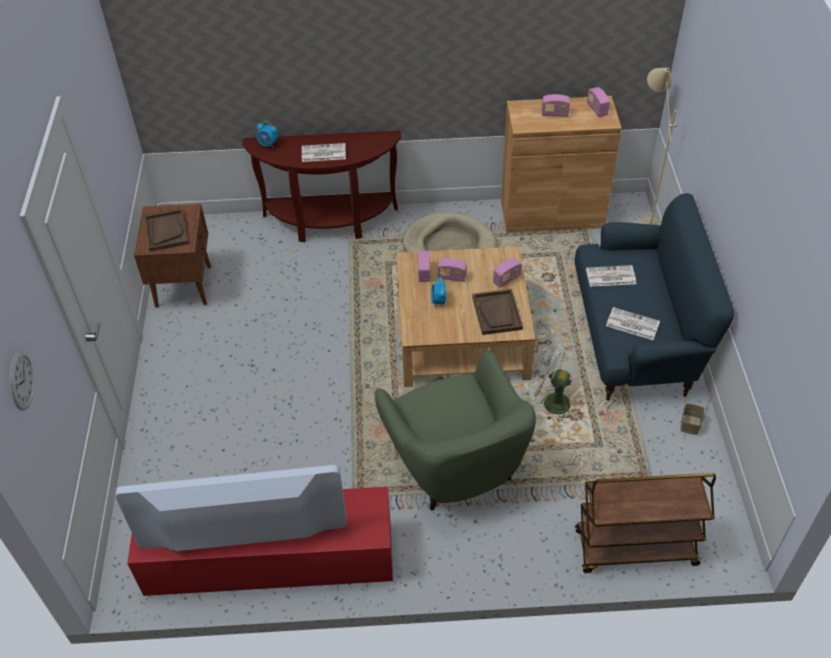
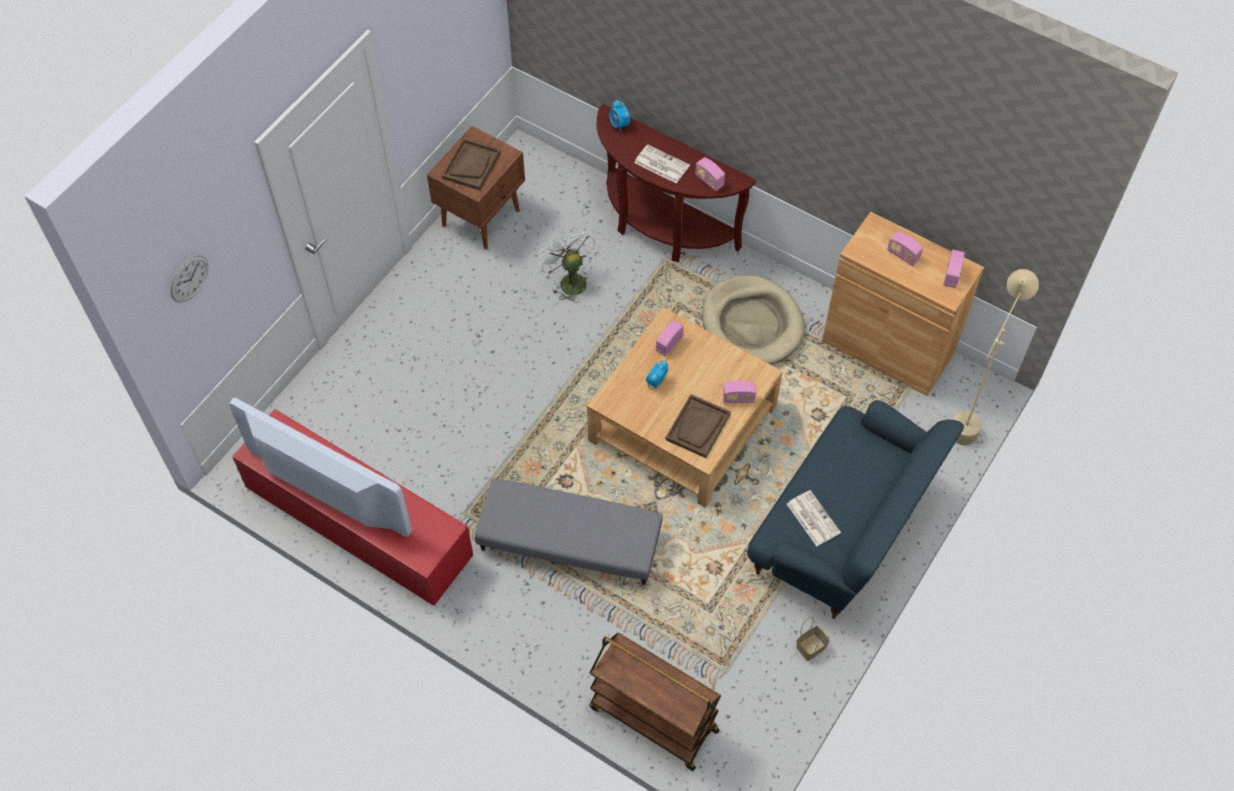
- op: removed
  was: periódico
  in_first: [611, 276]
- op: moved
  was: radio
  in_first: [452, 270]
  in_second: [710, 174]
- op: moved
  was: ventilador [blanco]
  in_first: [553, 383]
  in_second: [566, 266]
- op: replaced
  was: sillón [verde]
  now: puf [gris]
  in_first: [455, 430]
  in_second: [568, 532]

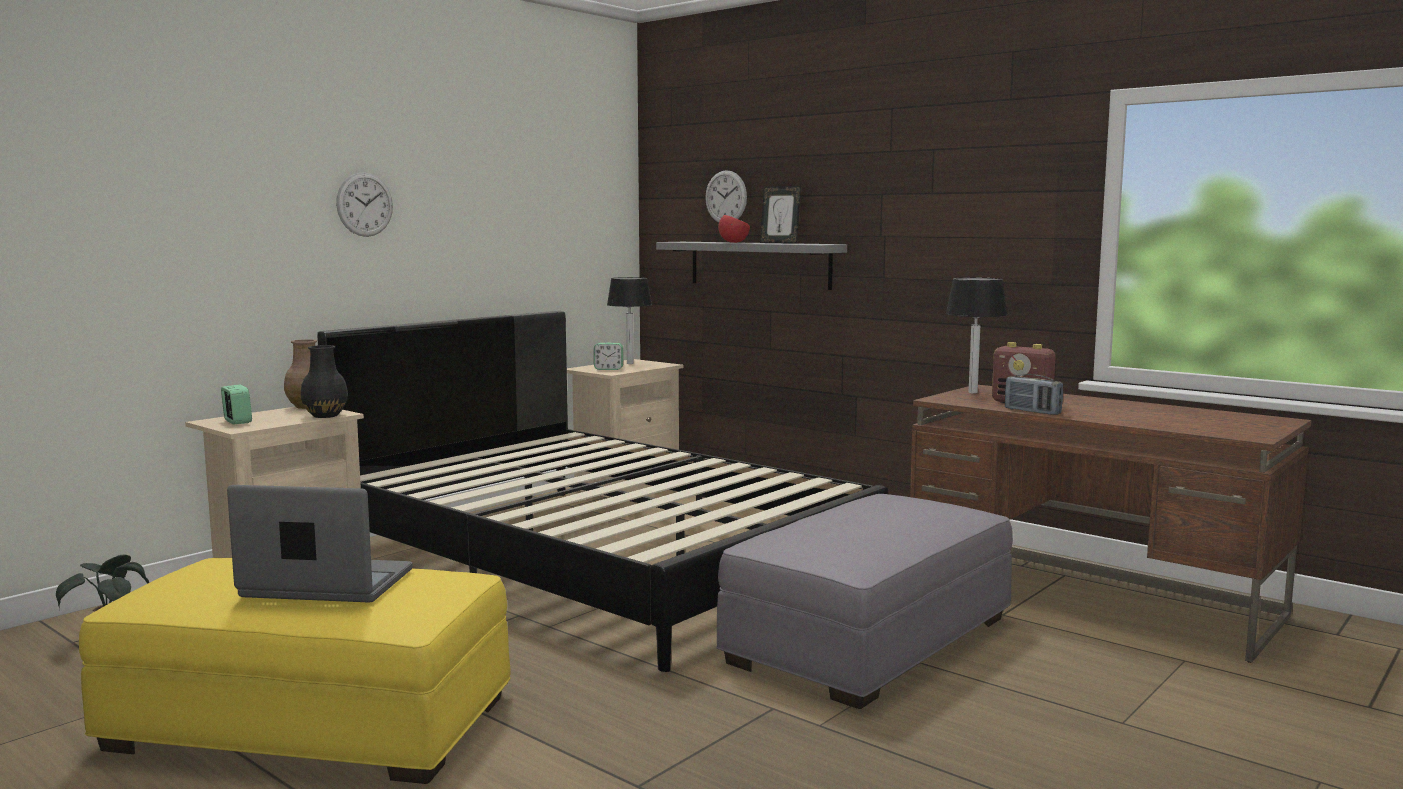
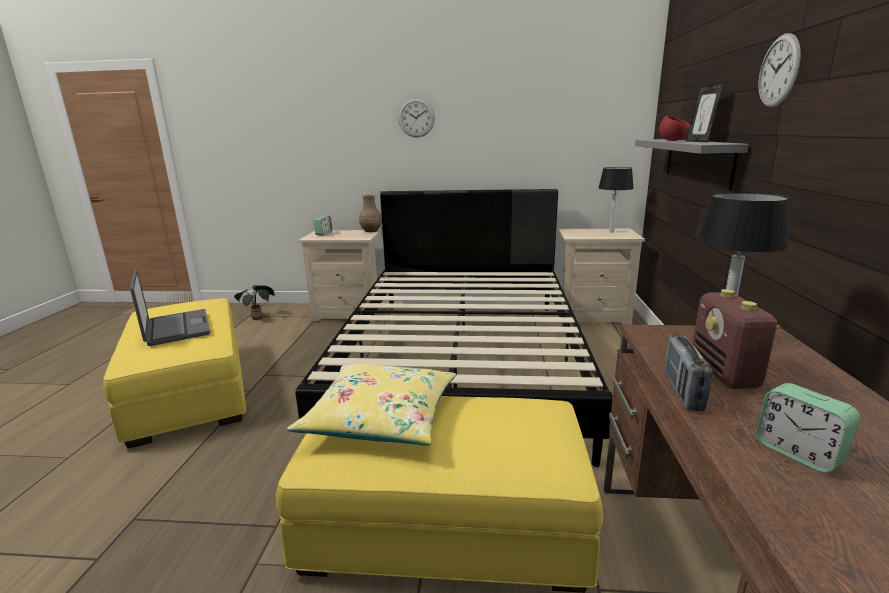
- op: removed
  was: florero [negro]
  in_first: [324, 381]
- op: added
  now: cojín [amarillo]
  in_second: [371, 405]
- op: moved
  was: despertador
  in_first: [608, 356]
  in_second: [808, 428]
- op: moved
  was: reloj de pared
  in_first: [726, 196]
  in_second: [779, 70]
- op: recoloured
  was: puf [gris]
  now: puf [amarillo]
  in_first: [864, 601]
  in_second: [439, 494]

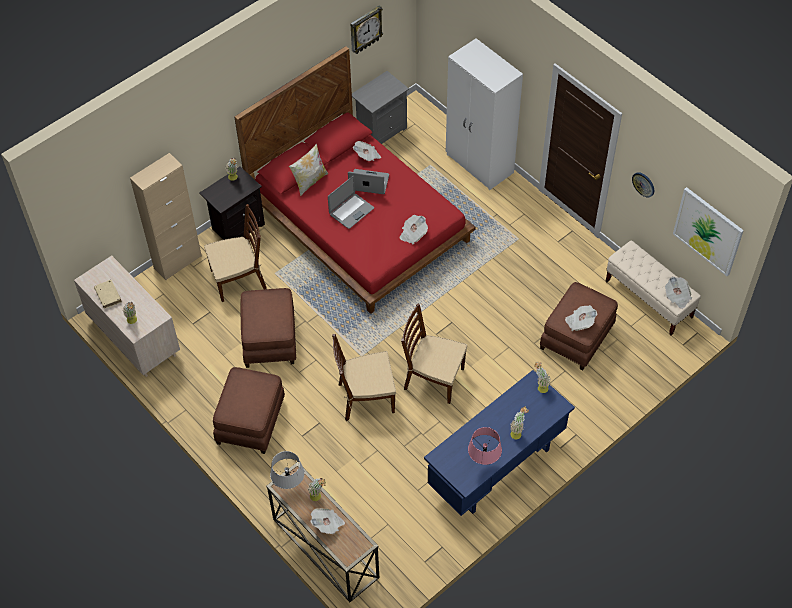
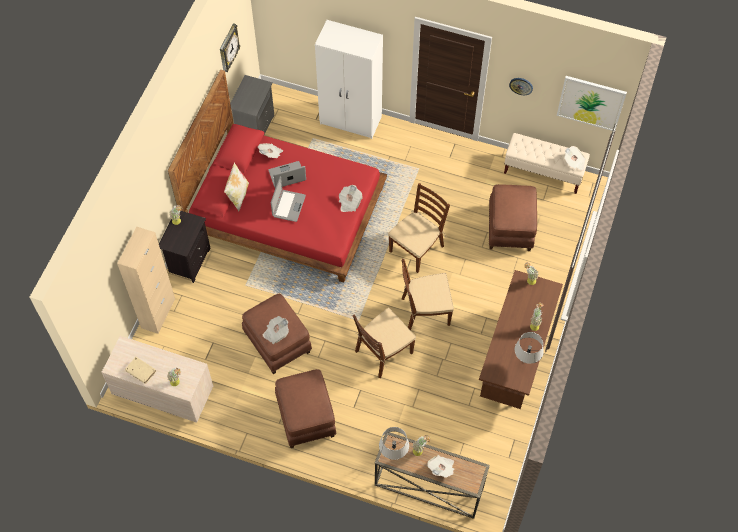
- op: moved
  was: silla [marrón]
  in_first: [235, 253]
  in_second: [419, 228]
- op: moved
  was: periódico
  in_first: [581, 318]
  in_second: [276, 330]
- op: recoloured
  was: escritorio [azul]
  now: escritorio [marrón]
  in_first: [499, 443]
  in_second: [521, 339]
- op: recoloured
  was: lámpara de mesa [rosa]
  now: lámpara de mesa [gris]
  in_first: [485, 446]
  in_second: [529, 348]

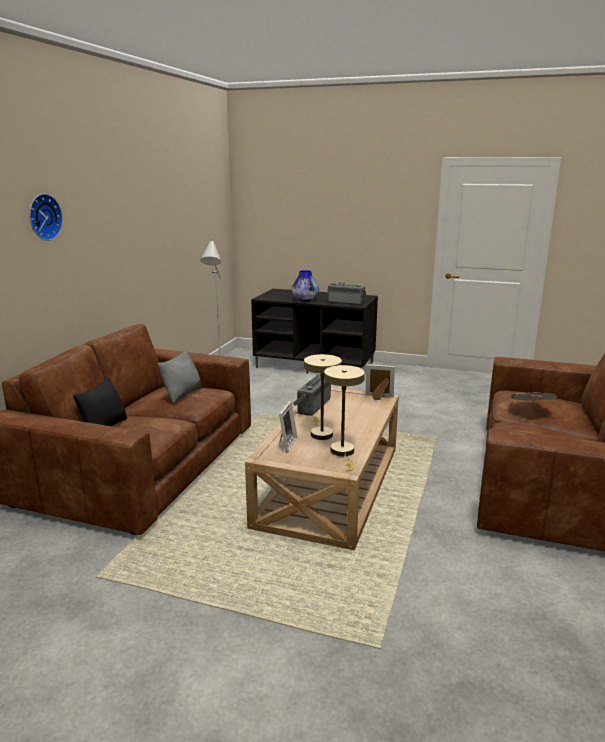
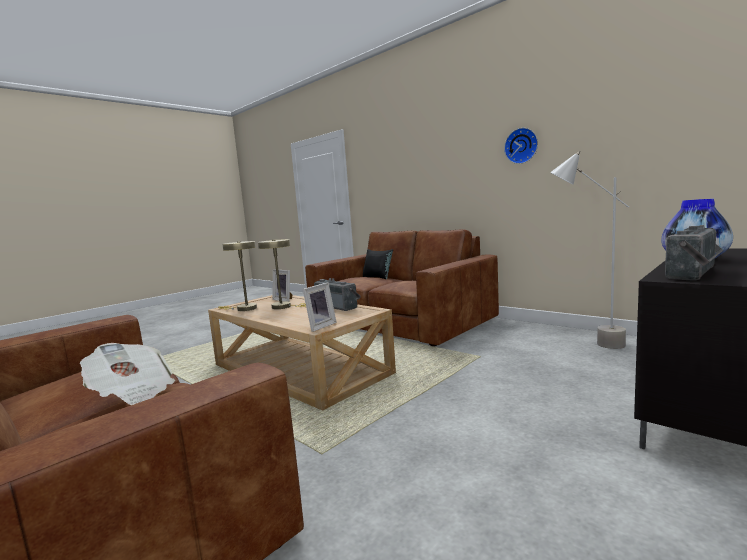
- op: removed
  was: cojín [gris]
  in_first: [179, 376]
- op: moved
  was: reloj de pared
  in_first: [46, 217]
  in_second: [521, 146]

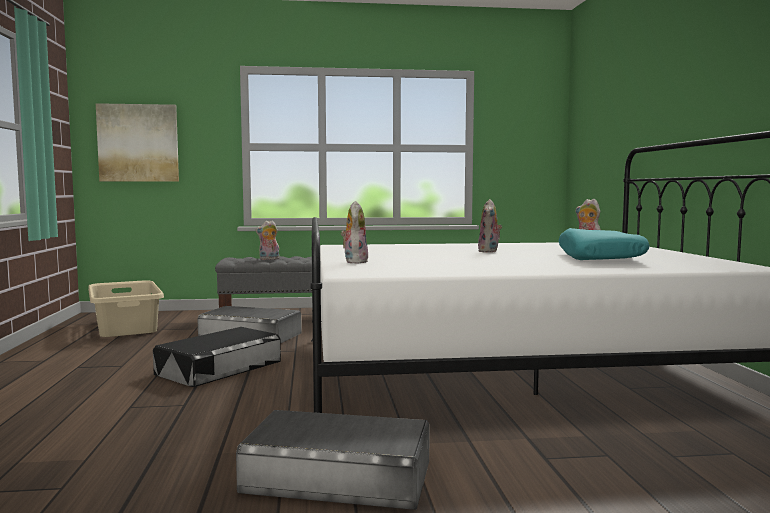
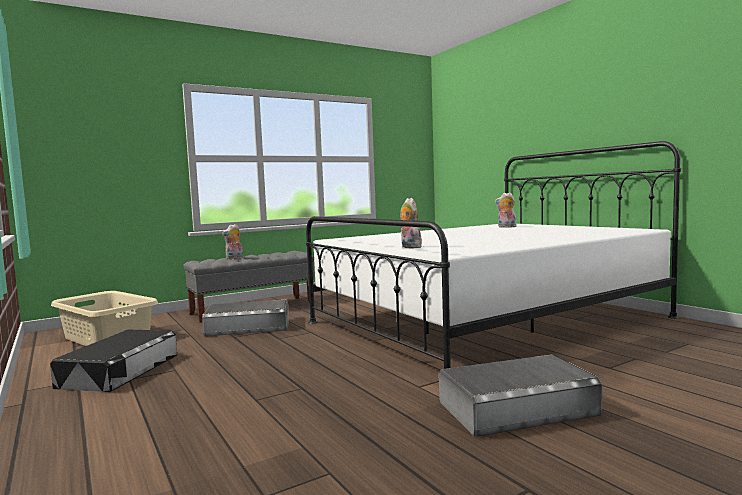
- op: removed
  was: cuadro
  in_first: [137, 142]
- op: removed
  was: peluche
  in_first: [490, 226]
- op: removed
  was: cojín [turquesa]
  in_first: [604, 244]
- op: moved
  was: caja de almacenaje [negro]
  in_first: [217, 357]
  in_second: [113, 361]

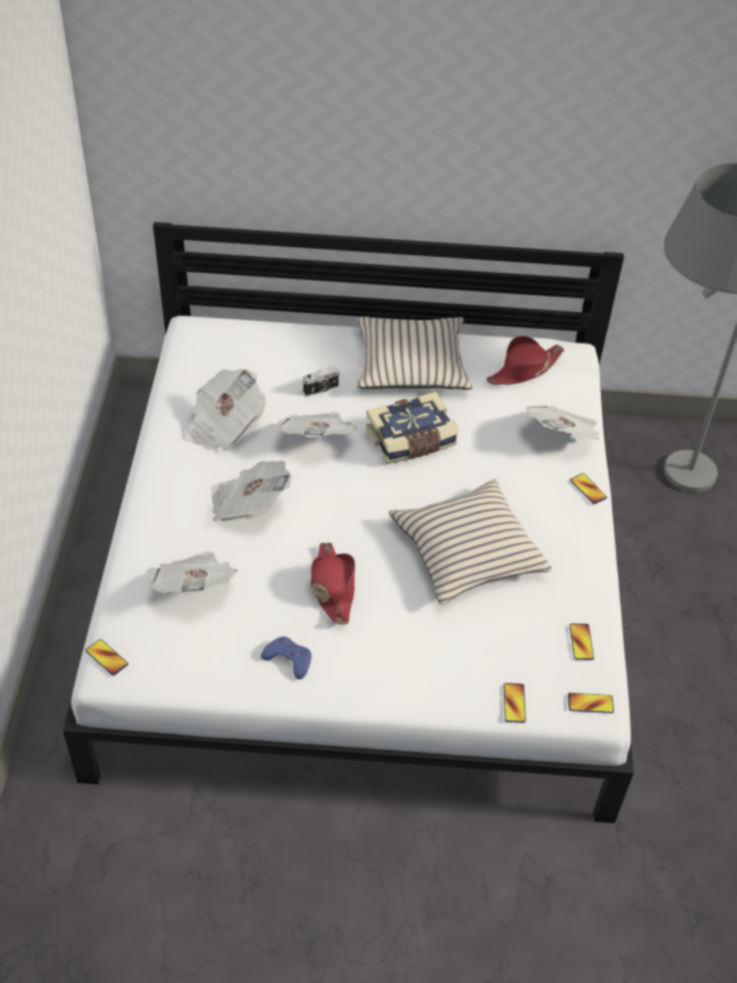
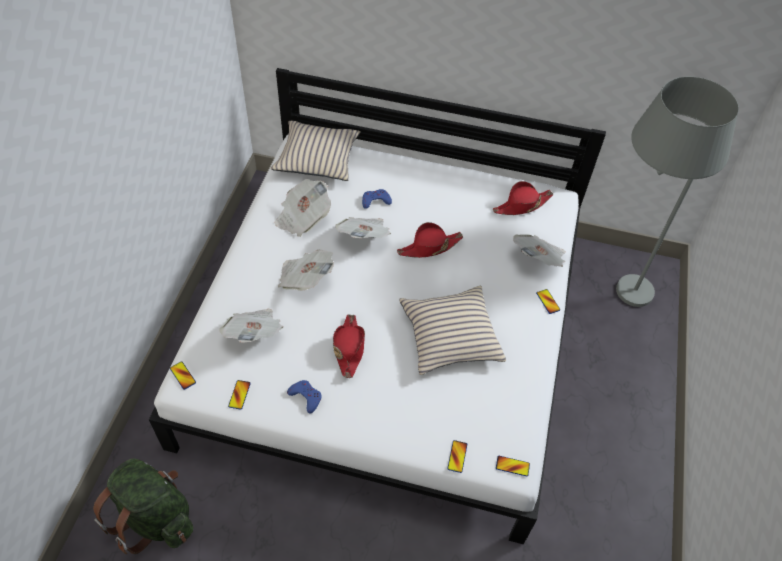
- op: added
  now: mochila [verde]
  in_second: [143, 506]
- op: moved
  was: cojín [beis]
  in_first: [414, 353]
  in_second: [315, 151]
- op: moved
  was: móvil
  in_first: [581, 642]
  in_second: [239, 395]
- op: replaced
  was: cámara
  now: mando de consola [azul]
  in_first: [321, 381]
  in_second: [377, 199]
- op: replaced
  was: libro
  now: sombrero [rojo]
  in_first: [412, 428]
  in_second: [430, 240]

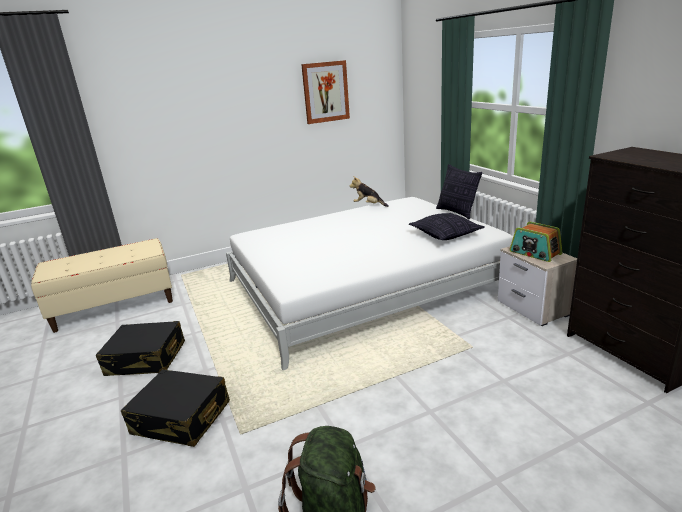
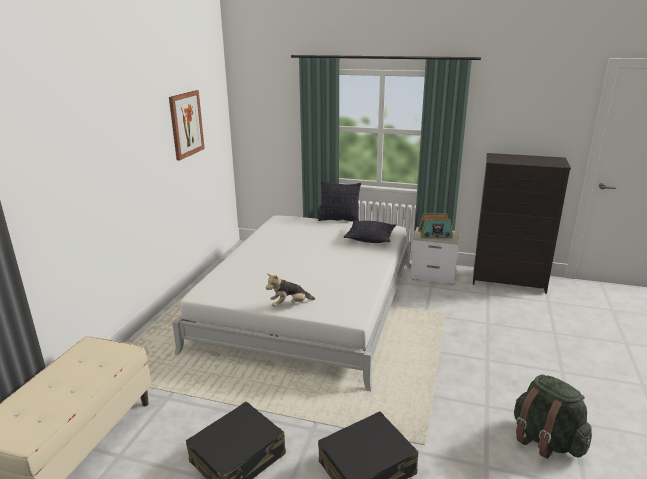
- op: moved
  was: peluche
  in_first: [369, 191]
  in_second: [290, 290]

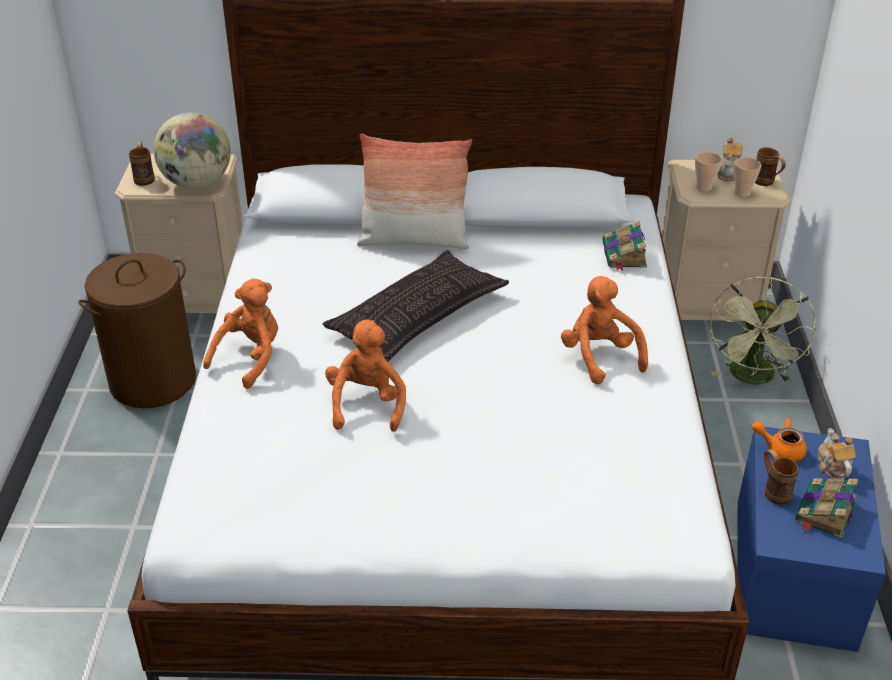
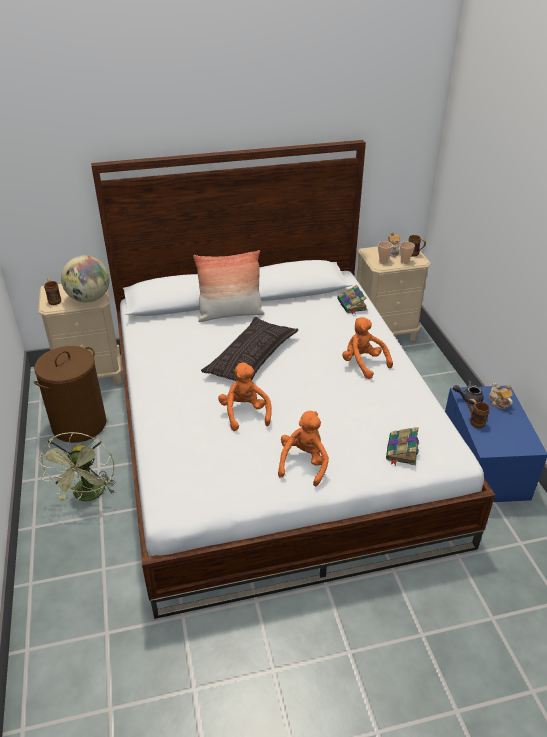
- op: moved
  was: peluche [naranja]
  in_first: [240, 334]
  in_second: [303, 449]
- op: moved
  was: ventilador [verde]
  in_first: [763, 331]
  in_second: [77, 466]
- op: moved
  was: libro
  in_first: [827, 508]
  in_second: [402, 446]
- op: recoloured
  was: tetera [naranja]
  now: tetera [gris]
  in_first: [779, 440]
  in_second: [468, 392]

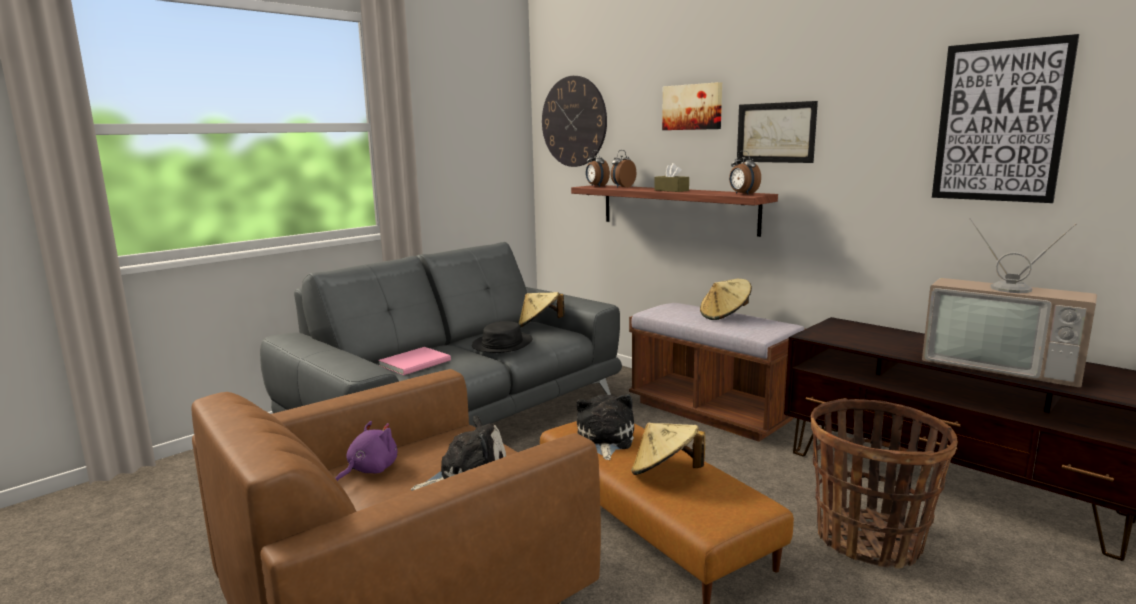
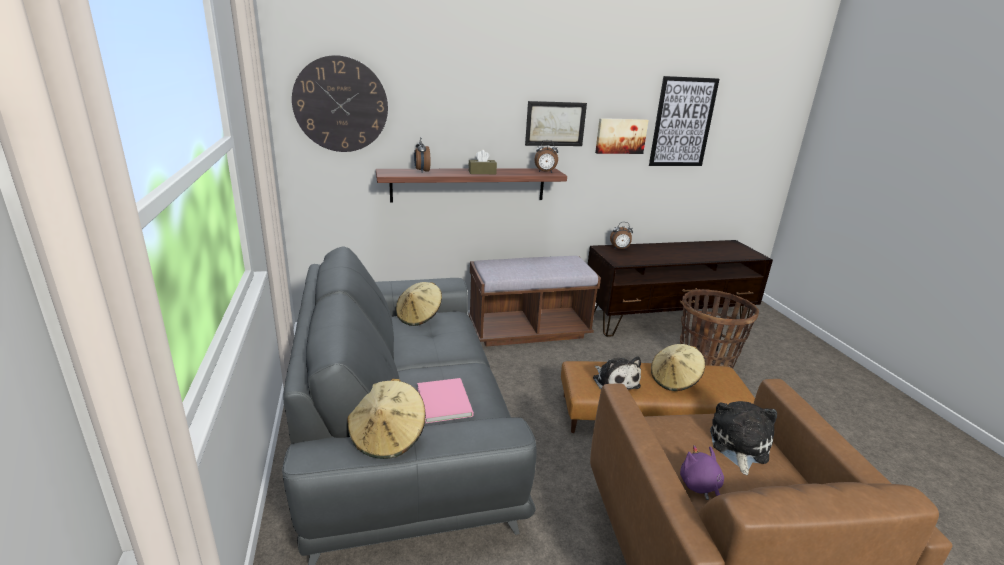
- op: removed
  was: sombrero [negro]
  in_first: [502, 337]
- op: removed
  was: televisor
  in_first: [1009, 302]
- op: moved
  was: despertador
  in_first: [598, 168]
  in_second: [621, 235]
- op: moved
  was: cuadro
  in_first: [692, 106]
  in_second: [622, 136]
- op: moved
  was: sombrero [beis]
  in_first: [726, 299]
  in_second: [386, 419]
- op: turned
  was: peluche
  in_first: [605, 427]
  in_second: [617, 373]
  clockwise: -150

